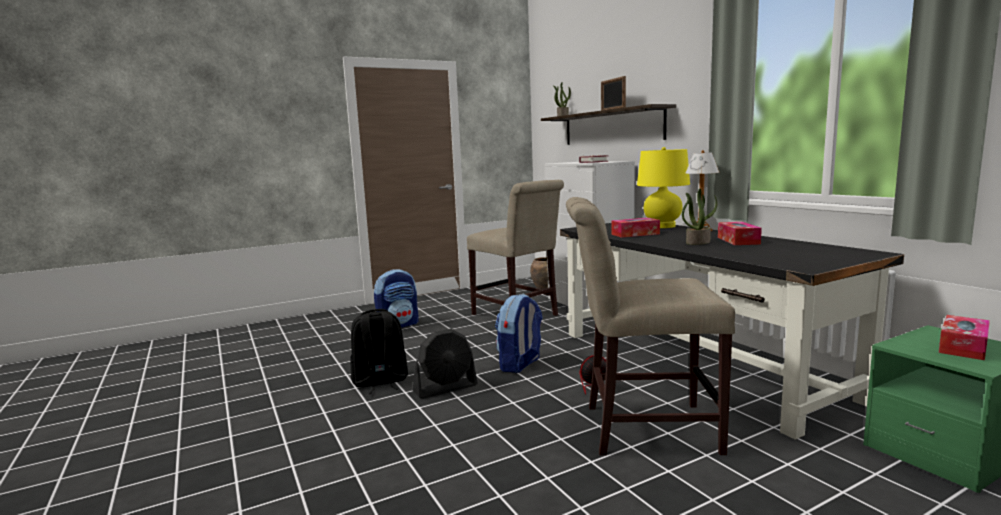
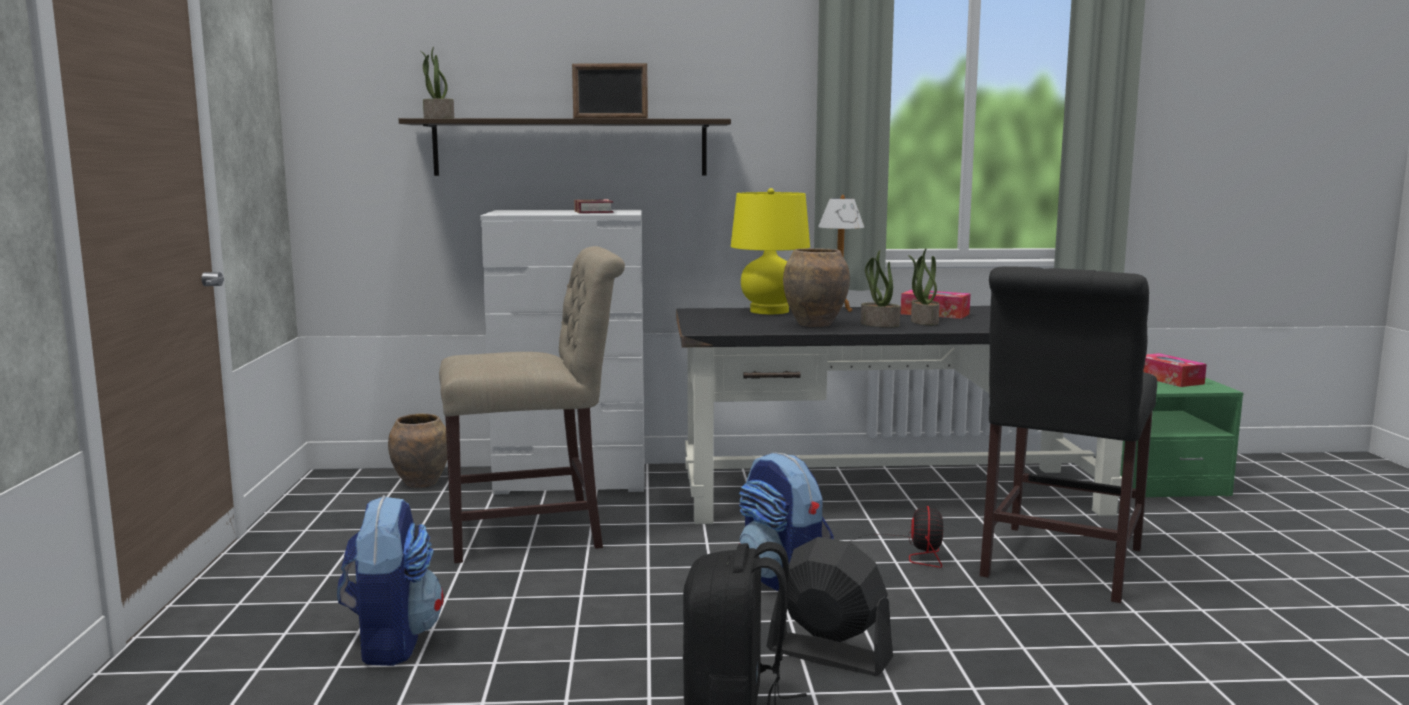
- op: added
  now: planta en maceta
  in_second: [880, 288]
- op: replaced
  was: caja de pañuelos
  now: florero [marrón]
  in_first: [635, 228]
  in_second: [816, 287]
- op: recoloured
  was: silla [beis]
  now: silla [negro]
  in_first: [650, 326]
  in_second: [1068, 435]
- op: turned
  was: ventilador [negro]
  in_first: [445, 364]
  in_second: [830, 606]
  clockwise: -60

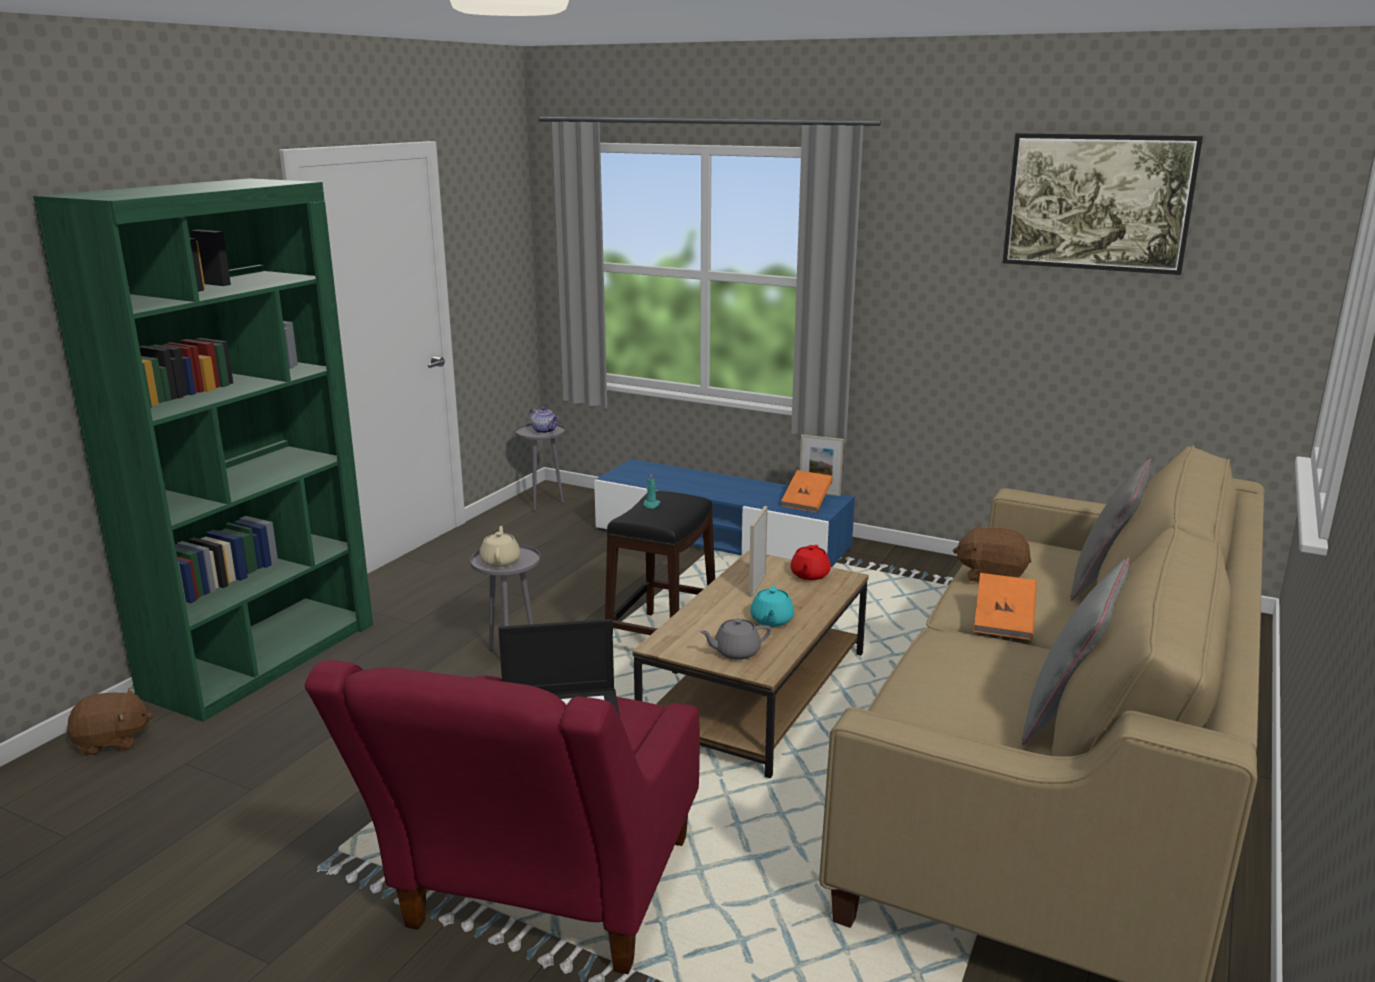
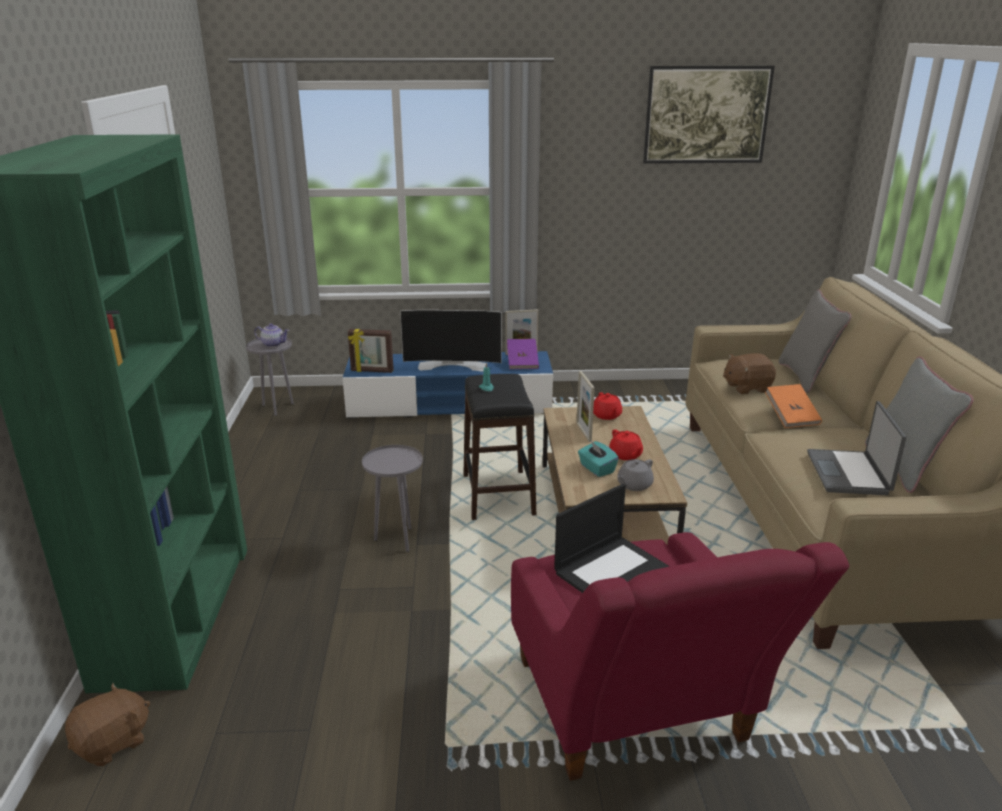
- op: removed
  was: tetera [beis]
  in_first: [500, 546]
- op: added
  now: portarretratos
  in_second: [371, 351]
- op: added
  now: televisor
  in_second: [451, 341]
- op: added
  now: caja de pañuelos [turquesa]
  in_second: [598, 459]
- op: added
  now: portátil
  in_second: [856, 448]
- op: recoloured
  was: tetera [turquesa]
  now: tetera [rojo]
  in_first: [772, 606]
  in_second: [626, 444]
- op: recoloured
  was: libro [naranja]
  now: libro [morado]
  in_first: [807, 491]
  in_second: [523, 354]

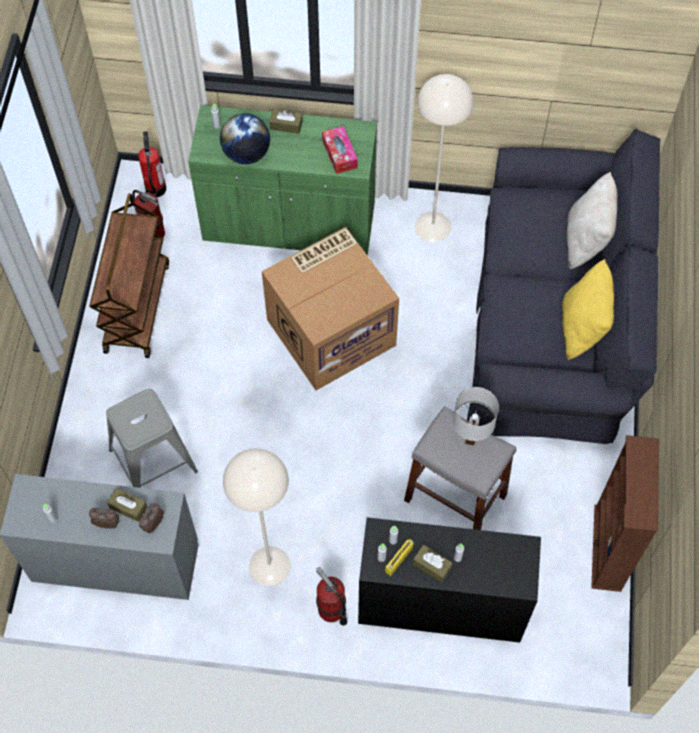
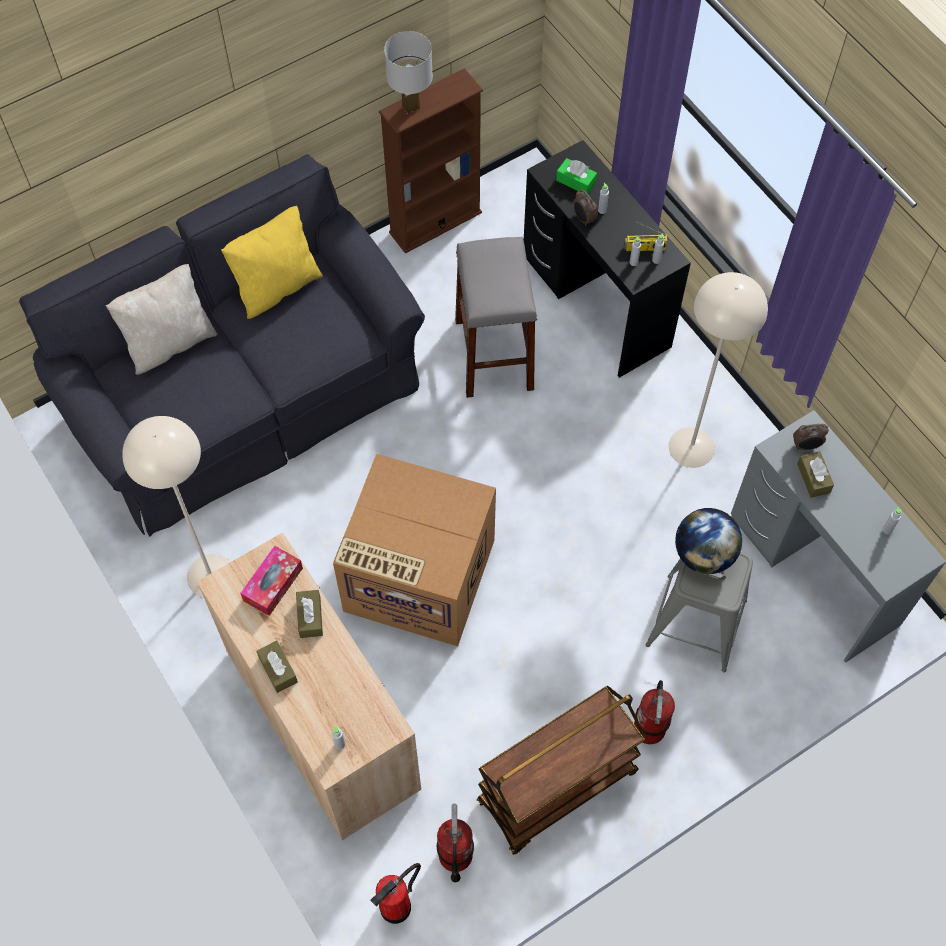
- op: added
  now: caja de pañuelos [verde]
  in_second: [576, 176]
- op: moved
  was: despertador
  in_first: [104, 518]
  in_second: [585, 207]
- op: moved
  was: globo terráqueo
  in_first: [245, 138]
  in_second: [708, 541]
- op: moved
  was: extintor
  in_first: [331, 596]
  in_second: [654, 712]
- op: moved
  was: caja de pañuelos [marrón]
  in_first: [433, 563]
  in_second: [309, 614]
- op: moved
  was: lámpara de mesa [blanco]
  in_first: [476, 416]
  in_second: [408, 72]
- op: recoloured
  was: armario [verde]
  now: armario [beis]
  in_first: [282, 180]
  in_second: [309, 686]

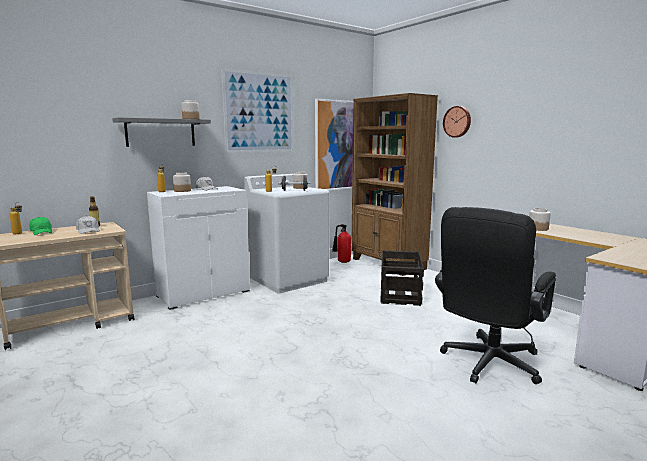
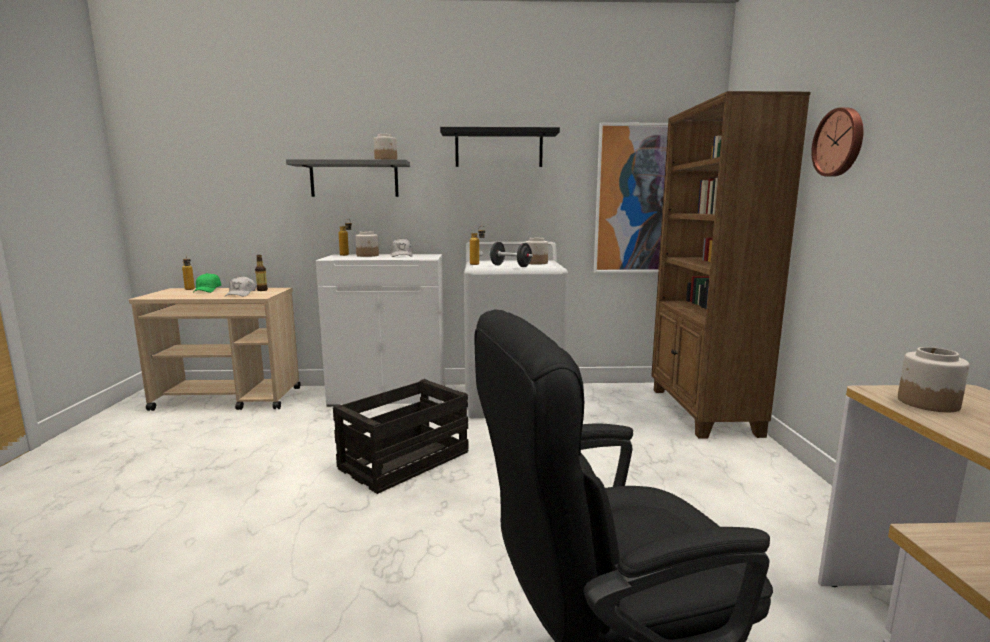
- op: removed
  was: extintor
  in_first: [341, 243]
- op: moved
  was: caja de embalaje
  in_first: [402, 278]
  in_second: [400, 436]
- op: replaced
  was: cuadro
  now: estante [negro]
  in_first: [257, 110]
  in_second: [500, 147]

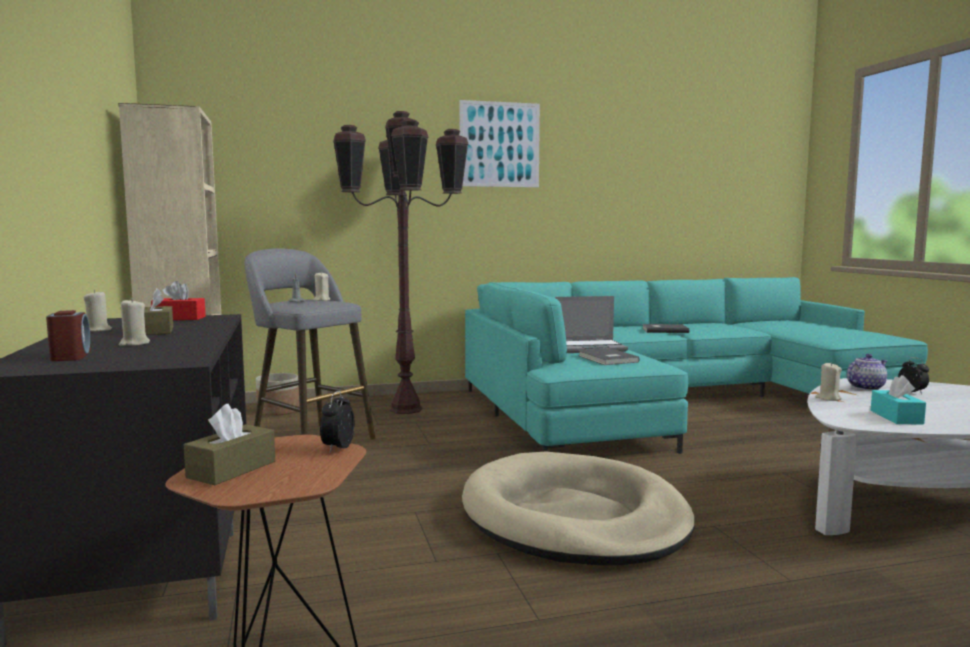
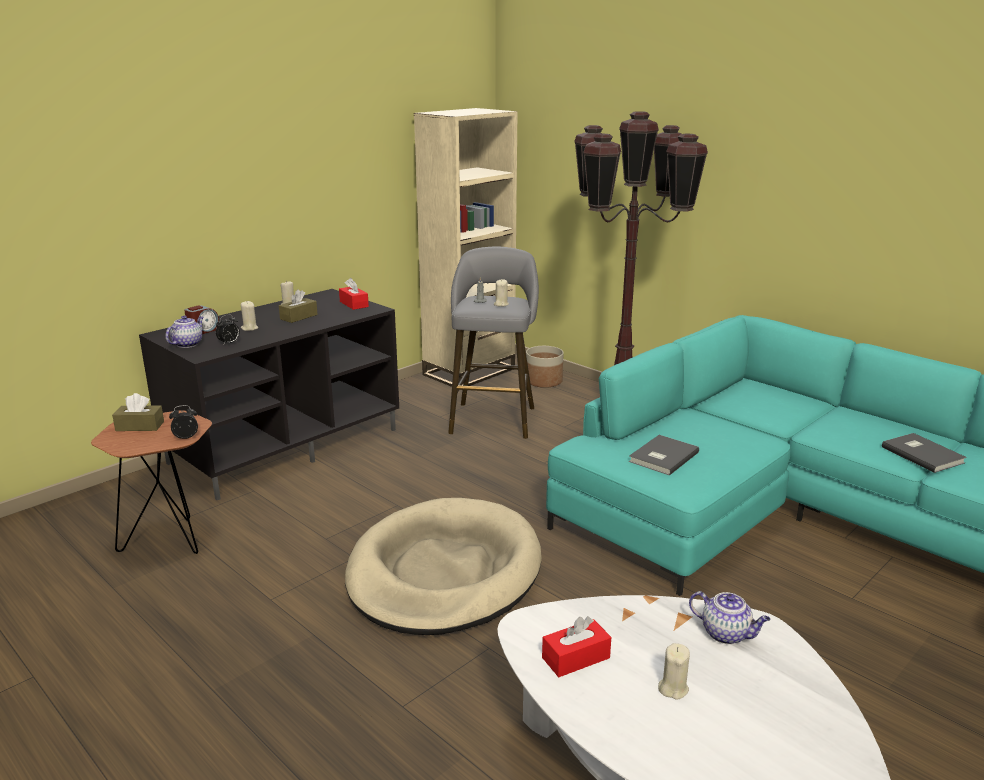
- op: removed
  was: cuadro
  in_first: [499, 143]
- op: removed
  was: portátil
  in_first: [591, 324]
- op: added
  now: tetera
  in_second: [184, 332]
- op: moved
  was: vela [beis]
  in_first: [828, 381]
  in_second: [674, 671]
- op: moved
  was: despertador
  in_first: [913, 375]
  in_second: [228, 330]
- op: recoloured
  was: caja de pañuelos [turquesa]
  now: caja de pañuelos [rojo]
  in_first: [898, 400]
  in_second: [576, 646]

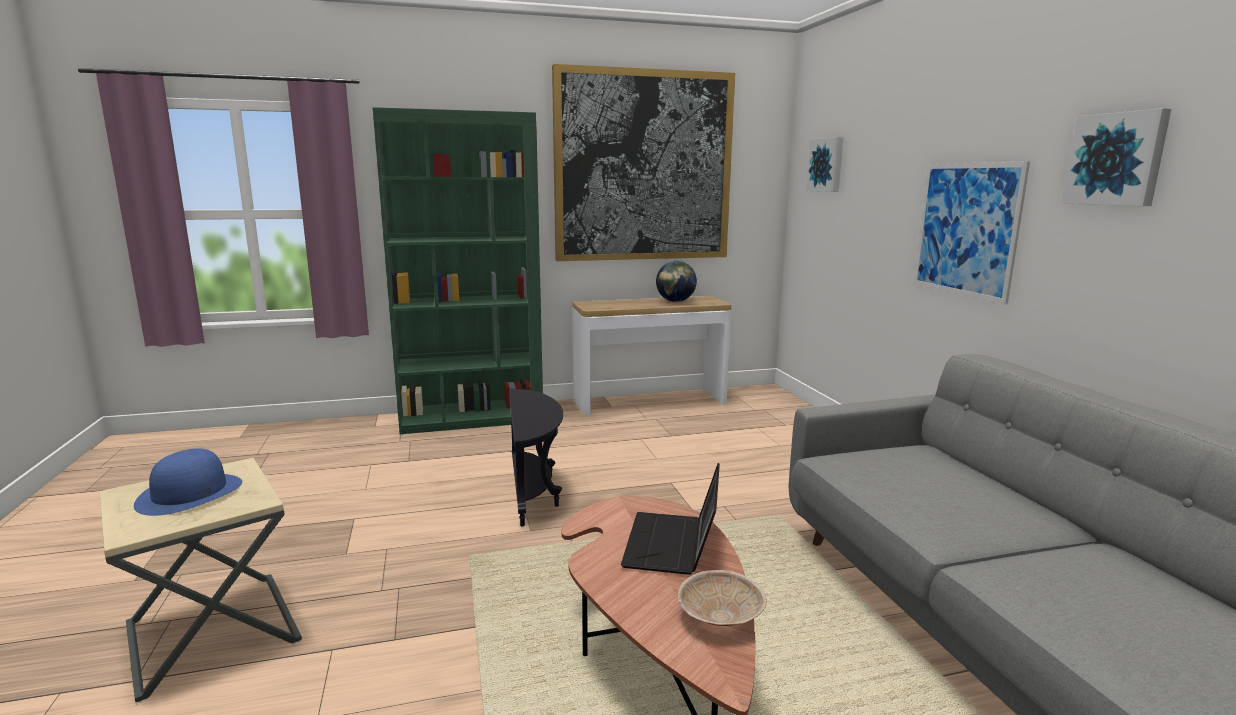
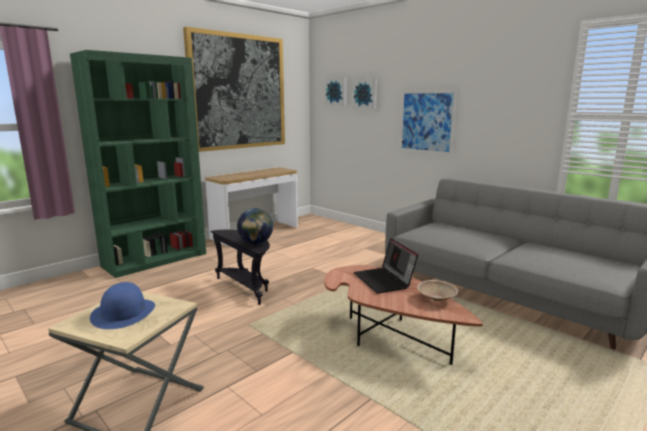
- op: moved
  was: globo terráqueo
  in_first: [676, 281]
  in_second: [255, 227]
- op: moved
  was: cuadro
  in_first: [1116, 157]
  in_second: [364, 93]

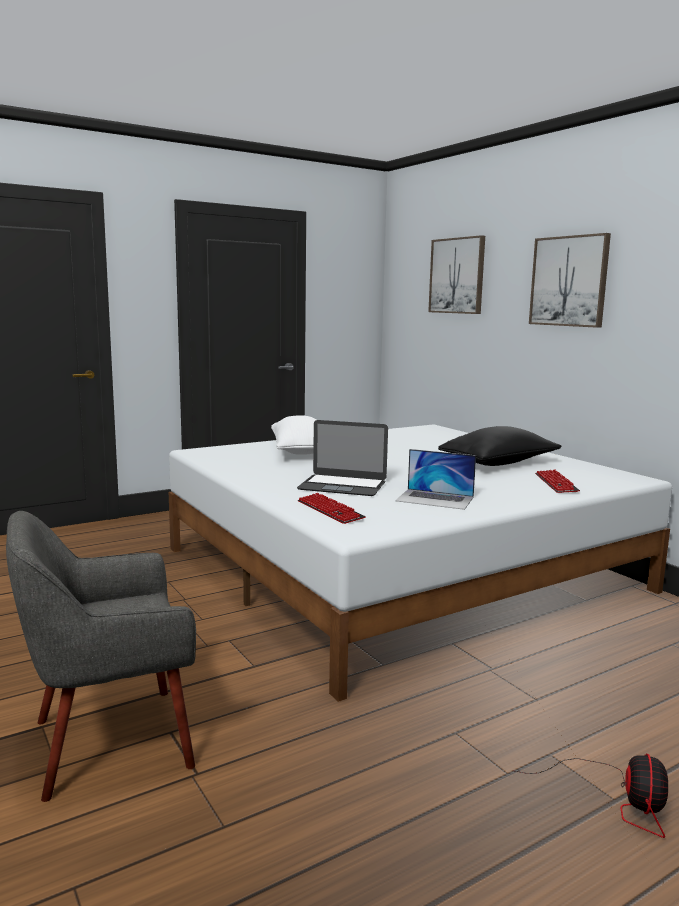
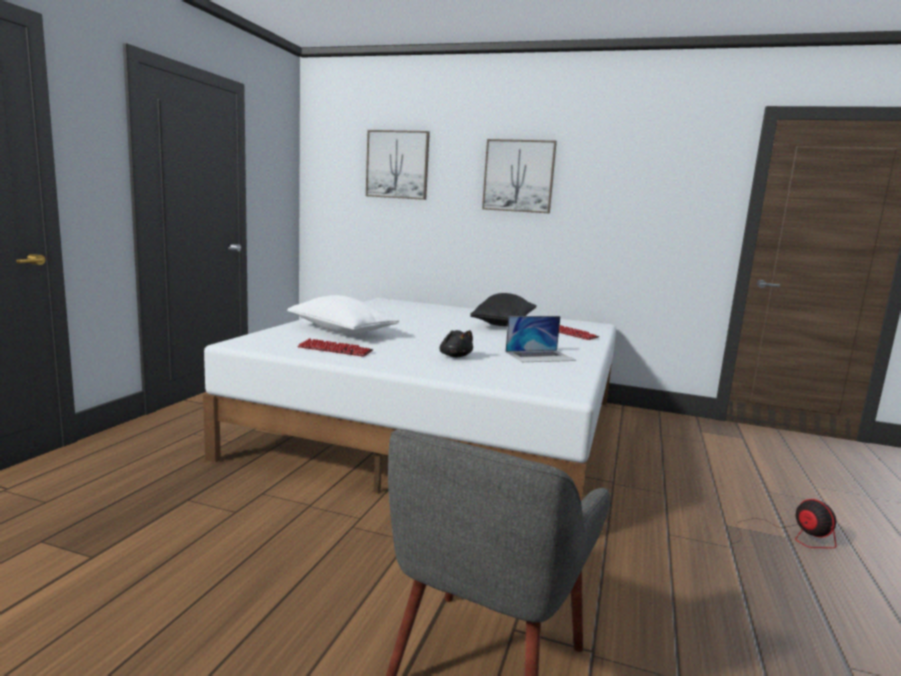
- op: moved
  was: teclado
  in_first: [331, 508]
  in_second: [335, 348]
- op: replaced
  was: portátil
  now: peluche [negro]
  in_first: [342, 458]
  in_second: [456, 343]

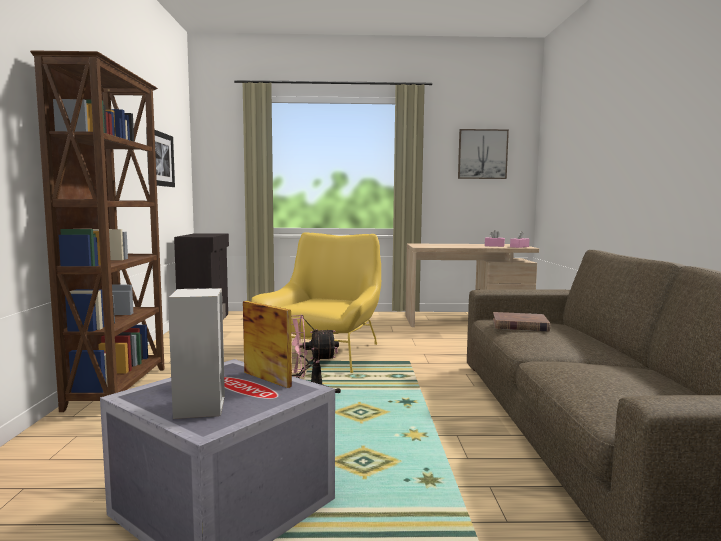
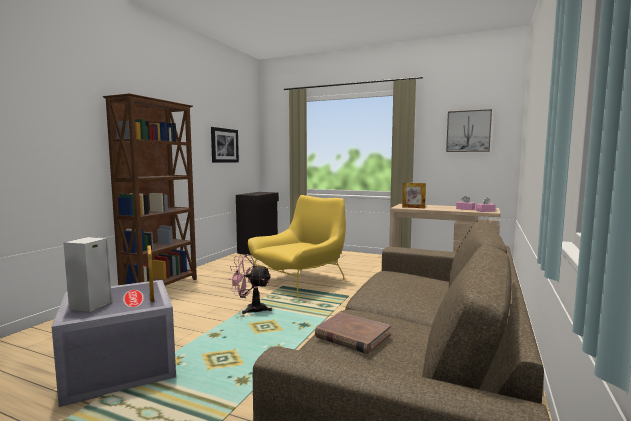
- op: added
  now: portarretratos
  in_second: [414, 195]
- op: moved
  was: libro [marrón]
  in_first: [521, 321]
  in_second: [353, 333]

